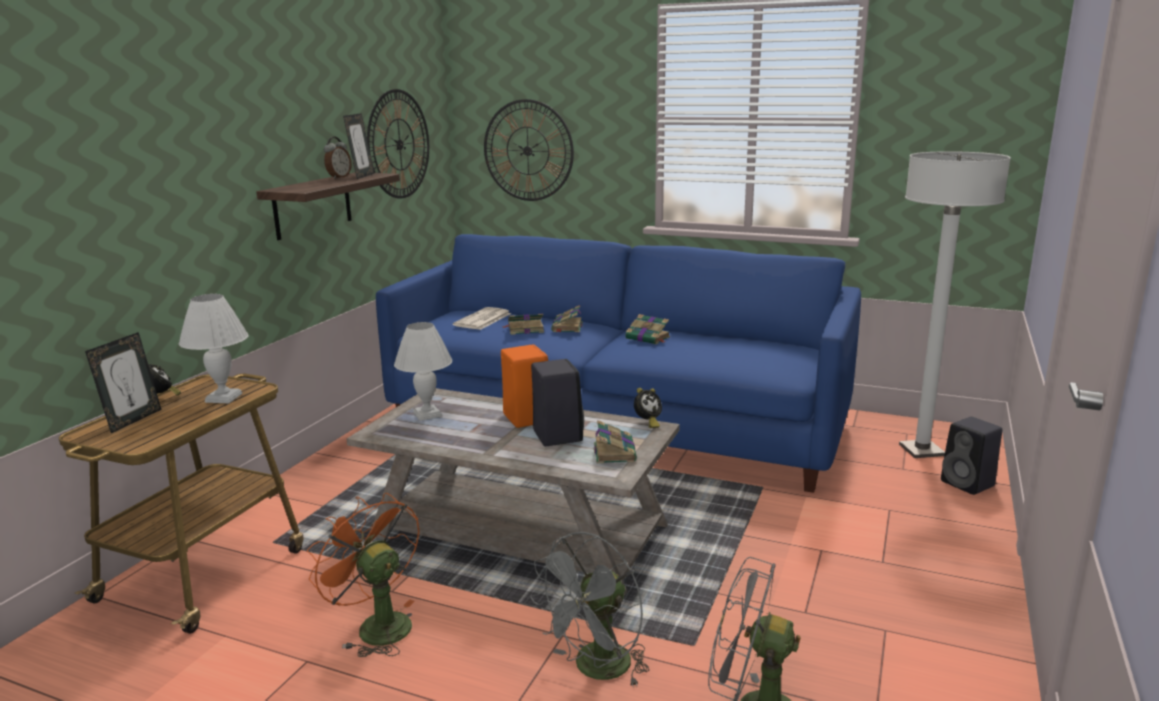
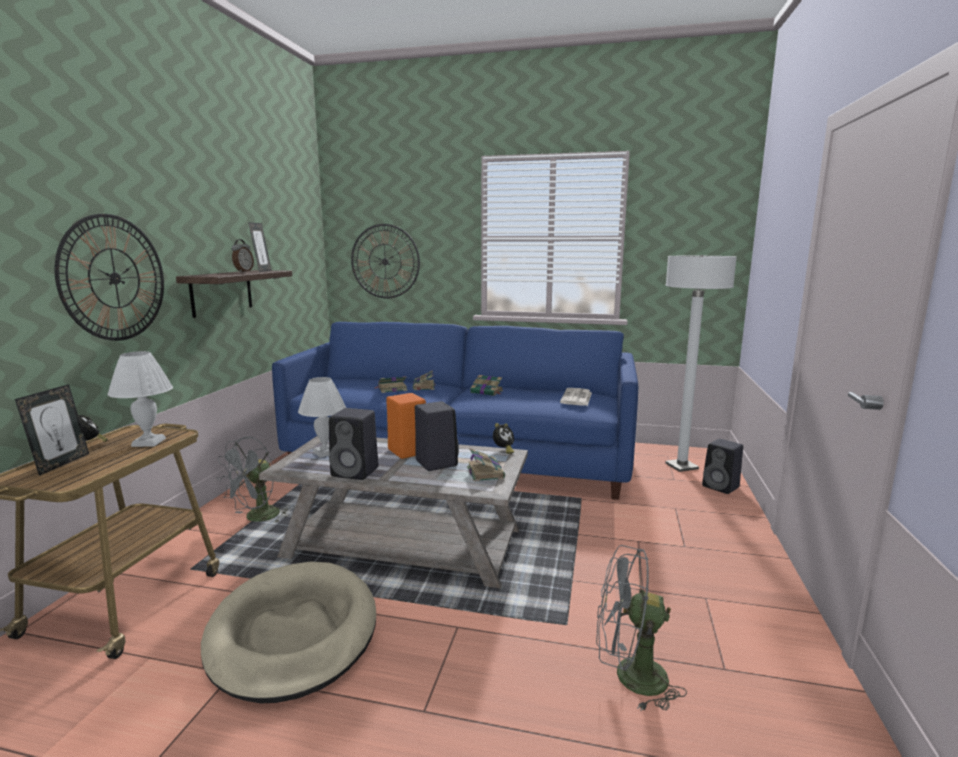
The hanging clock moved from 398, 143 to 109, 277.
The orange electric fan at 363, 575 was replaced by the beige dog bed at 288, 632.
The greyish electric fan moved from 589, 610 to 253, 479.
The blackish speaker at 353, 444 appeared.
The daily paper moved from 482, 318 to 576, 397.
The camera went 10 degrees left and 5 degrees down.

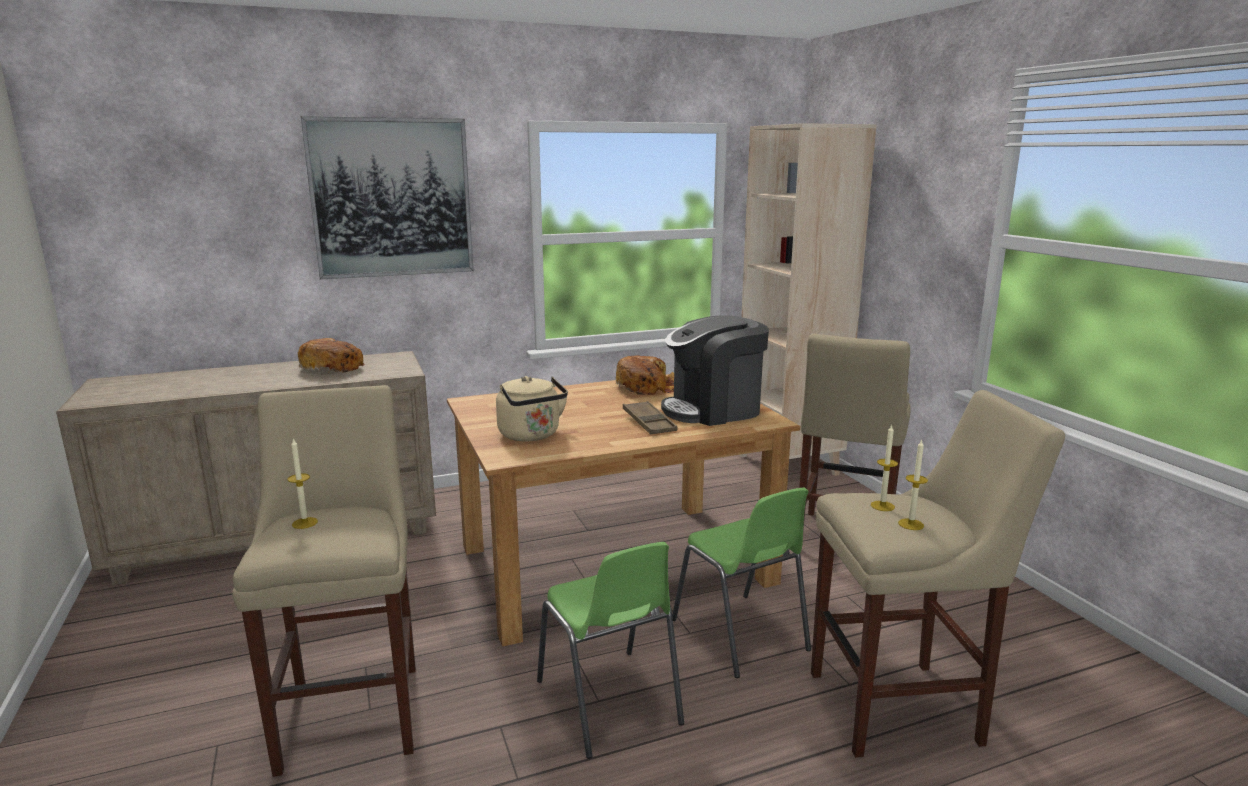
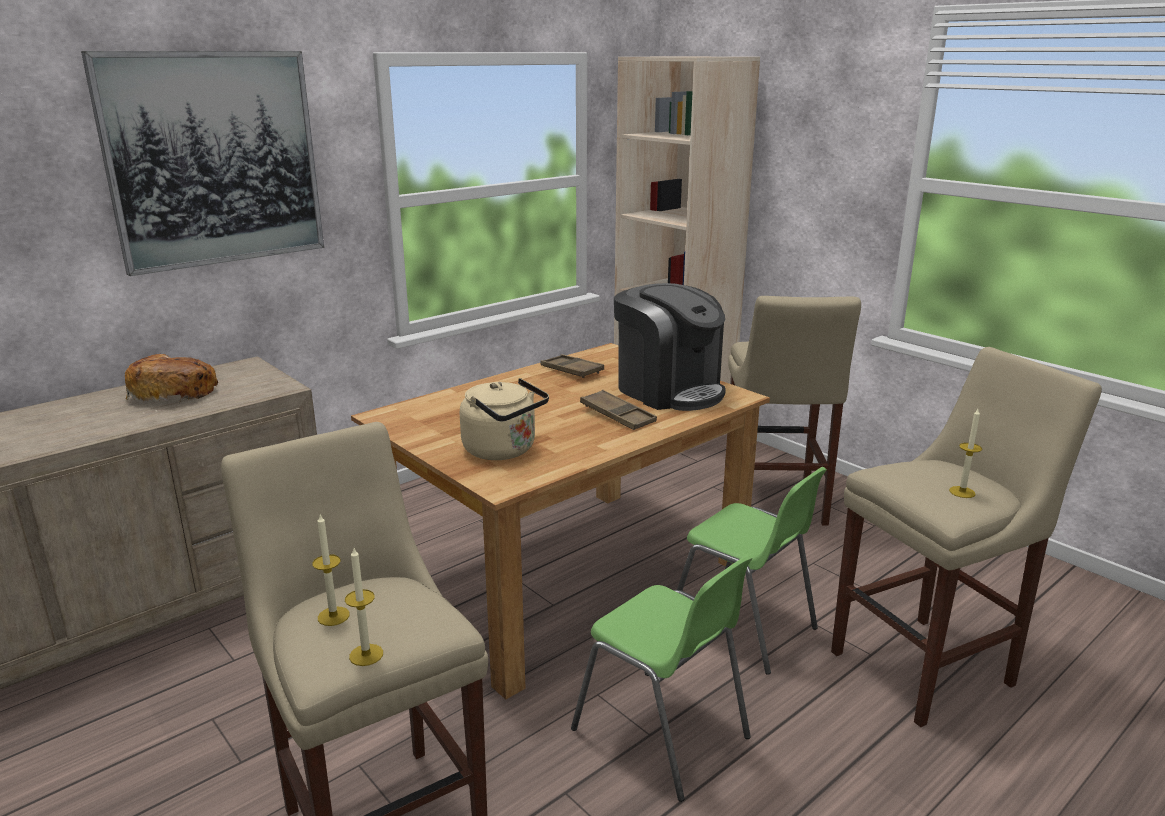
The candle moved from 884, 468 to 364, 607.
The baked bread at 645, 375 was replaced by the brown tray at 572, 366.
The coffee machine at 715, 370 turned 90 degrees counterclockwise.
The camera went 20 degrees left and 5 degrees up.

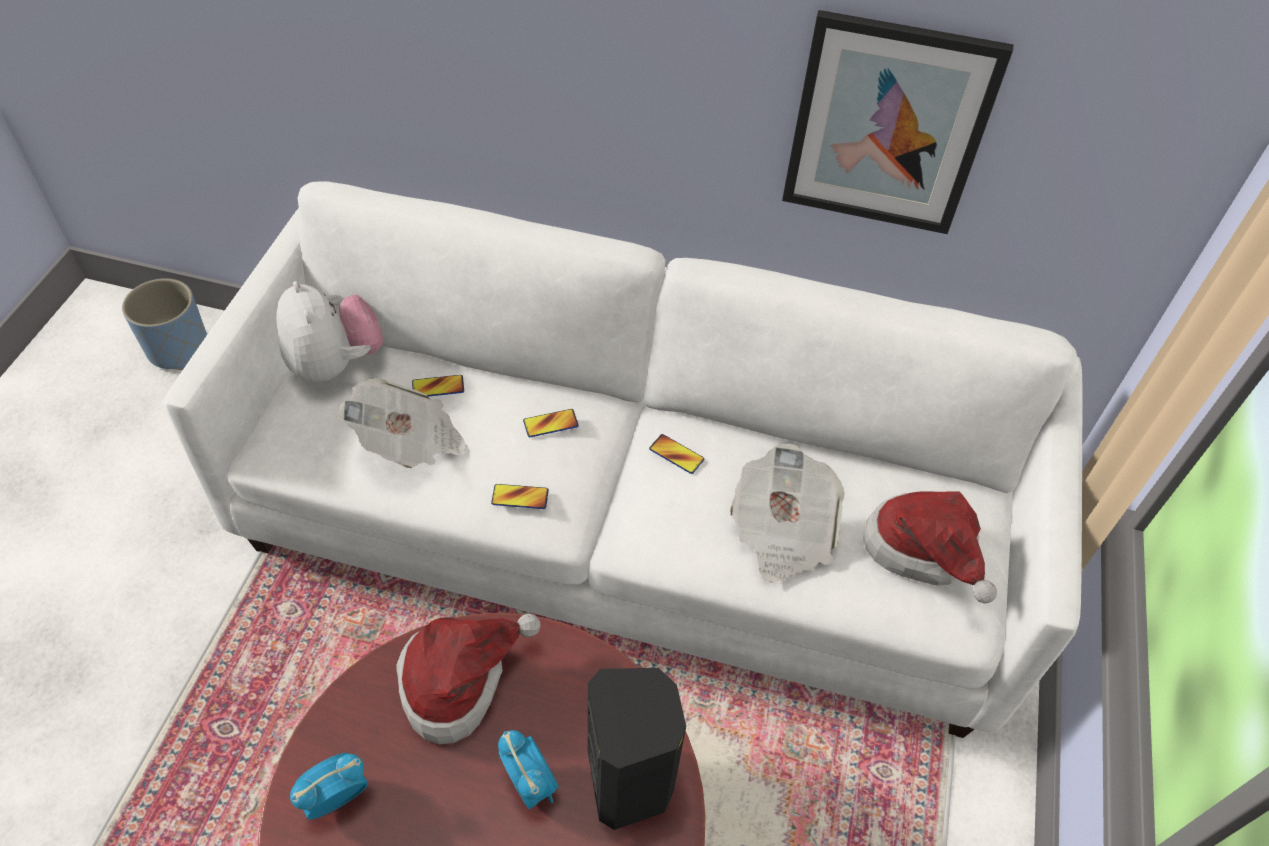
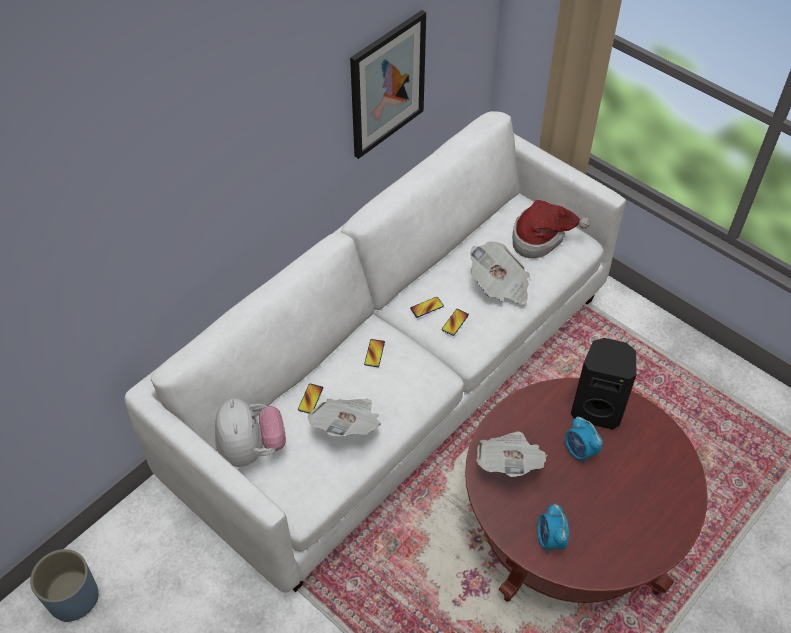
The cuddly toy at 329, 331 turned 75 degrees clockwise.
The phone moved from 520, 496 to 455, 322.
The hat at 468, 679 was replaced by the daily paper at 512, 454.
The bedside clock at 528, 769 turned 120 degrees counterclockwise.
The camera went 60 degrees left and 0 degrees up.

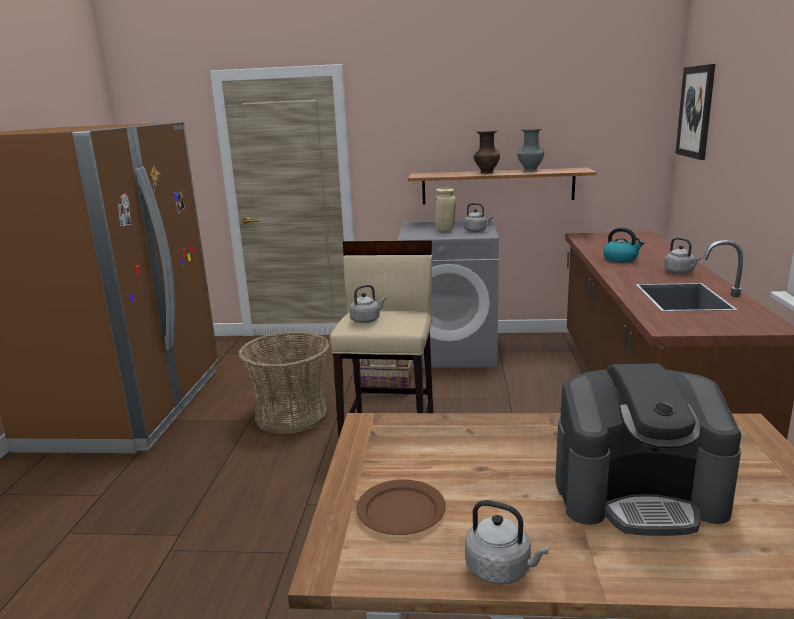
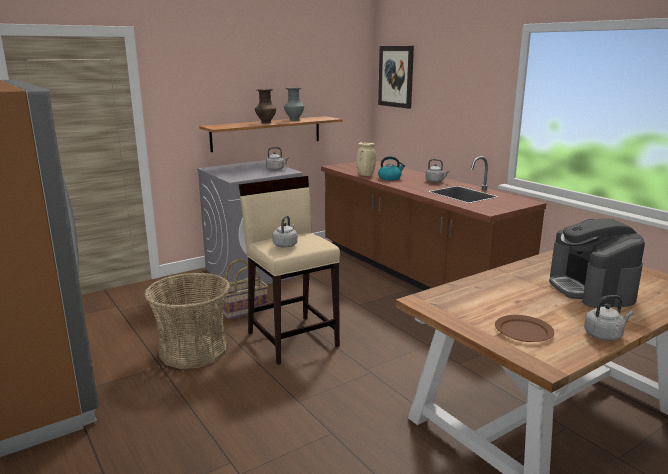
The beige decorative vase moved from 445, 210 to 366, 159.
The coffee machine at 648, 450 turned 120 degrees clockwise.
The camera went 40 degrees left and 0 degrees up.

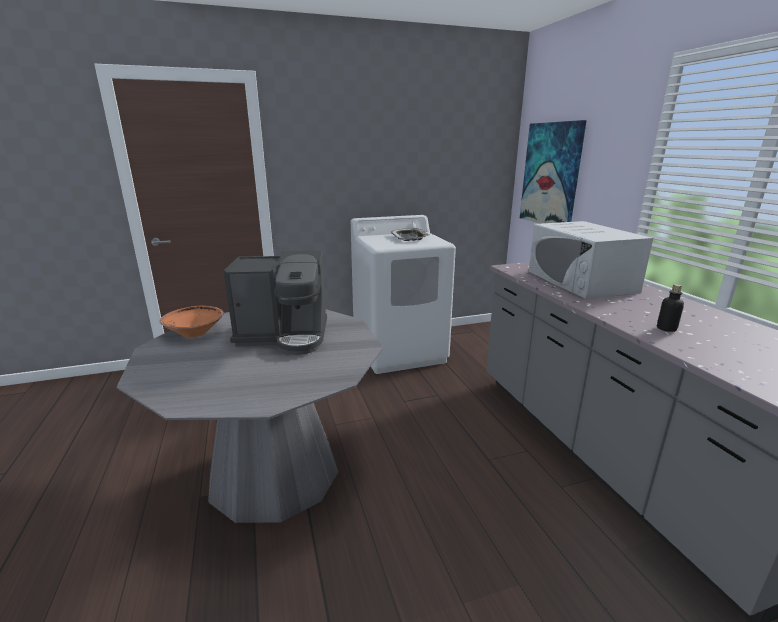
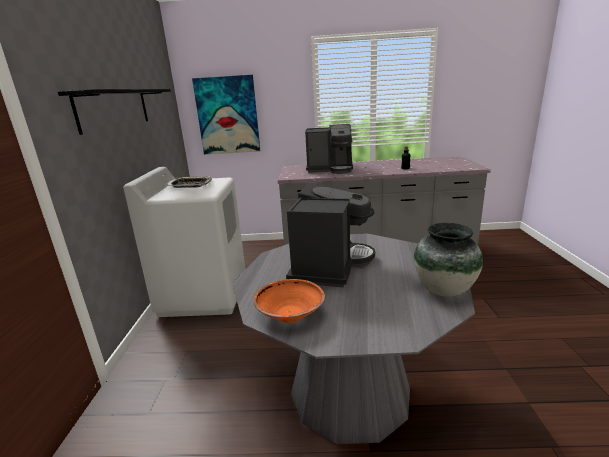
The blackish shelf at 114, 112 appeared.
The whitish microwave at 591, 260 was replaced by the coffee machine at 329, 149.
The decorative vase at 448, 260 appeared.
The camera went 70 degrees left and 0 degrees up.

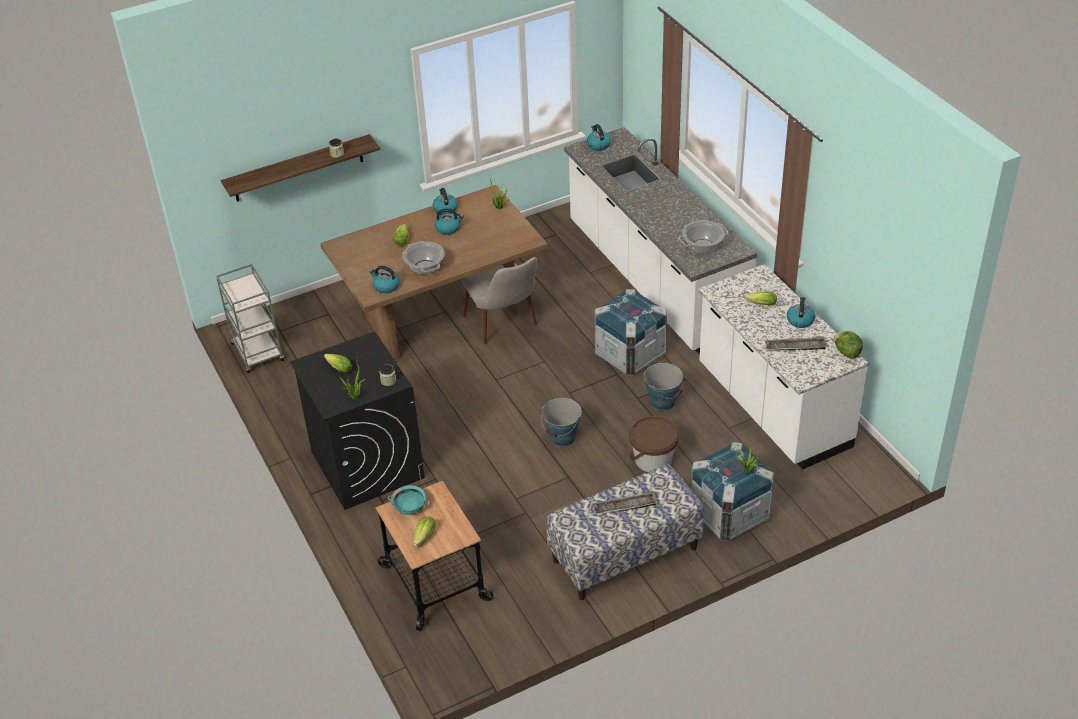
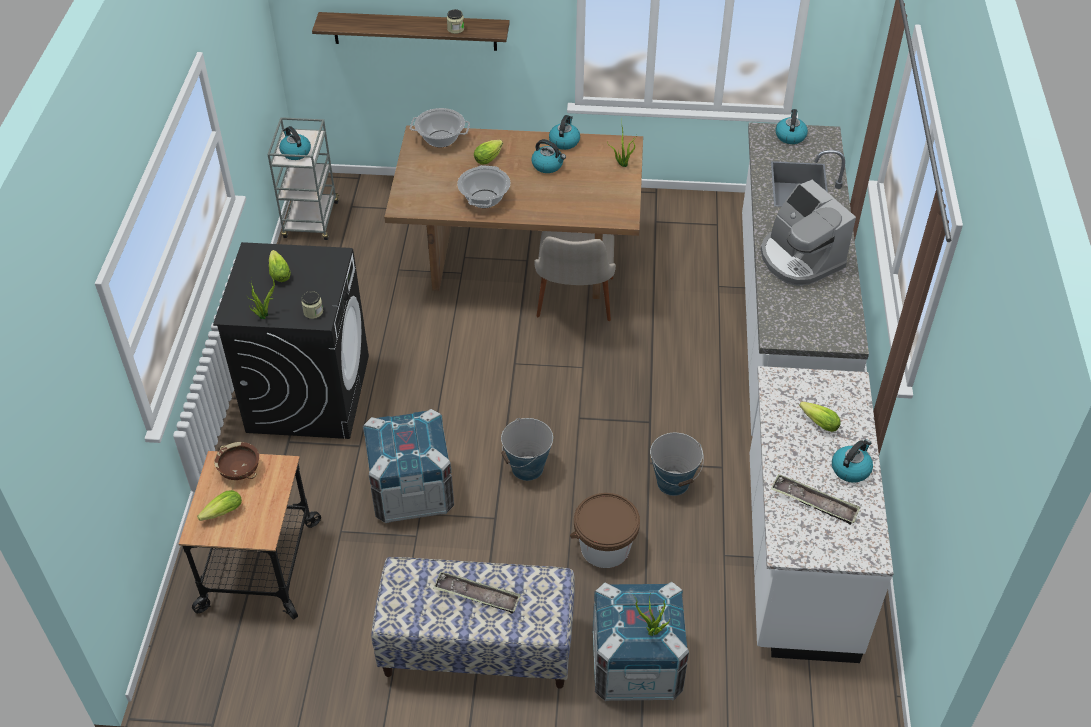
The turquoise serving bowl at 409, 500 became the brown serving bowl at 236, 461.
The water kettle moved from 385, 279 to 295, 143.
The shipping crate moved from 630, 332 to 408, 466.
The stockpot moved from 703, 236 to 440, 127.
The coffee machine at 808, 233 appeared.
The head of lettuce at 848, 345 disappeared.
The camera went 30 degrees right and 5 degrees up.

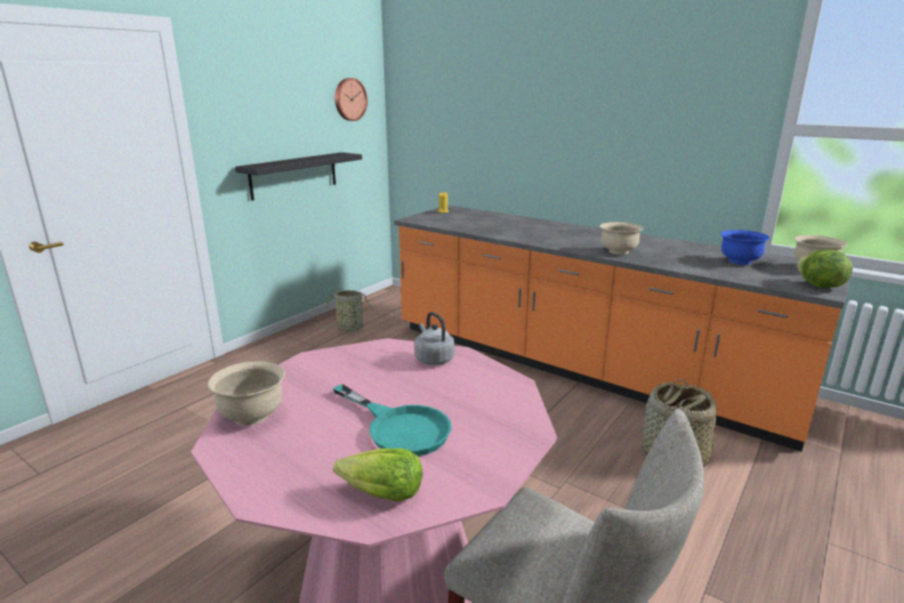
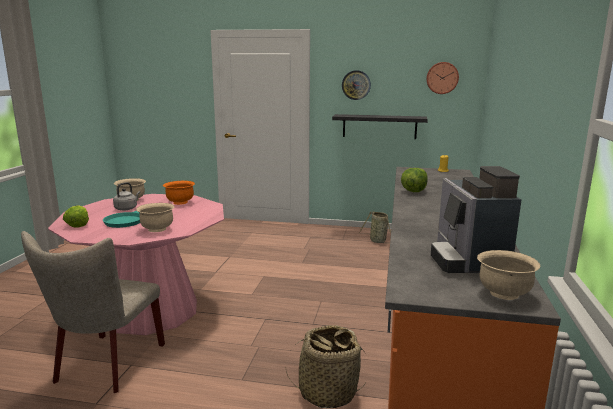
The greyish water kettle moved from 435, 338 to 126, 196.
The beige serving bowl moved from 621, 238 to 155, 217.
The orange serving bowl at 179, 193 appeared.
The hanging clock at 356, 85 appeared.
The head of lettuce moved from 824, 268 to 414, 180.
The bluish serving bowl at 745, 247 was replaced by the coffee machine at 476, 219.
The camera went 65 degrees right and 5 degrees down.

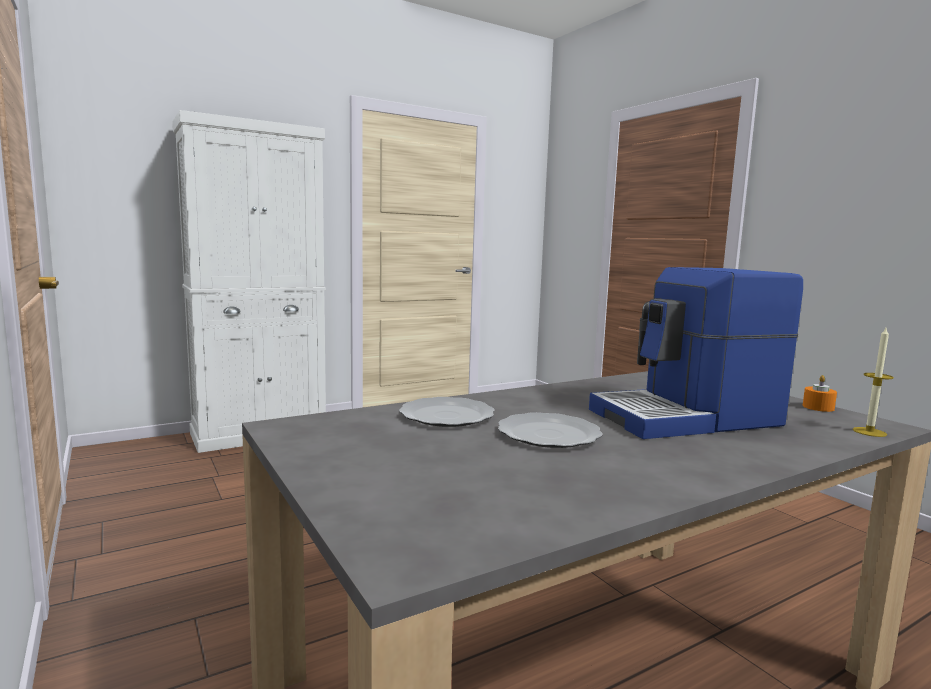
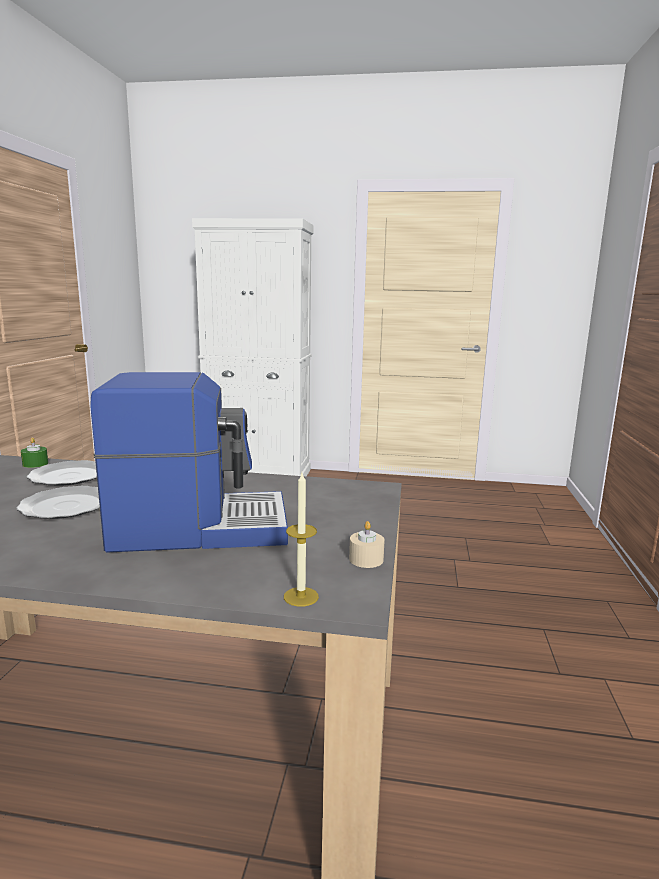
The green candle at 34, 452 appeared.
The coffee machine at 696, 353 turned 150 degrees clockwise.
The orange candle at 820, 393 became the beige candle at 367, 544.
The camera went 40 degrees right and 5 degrees up.

